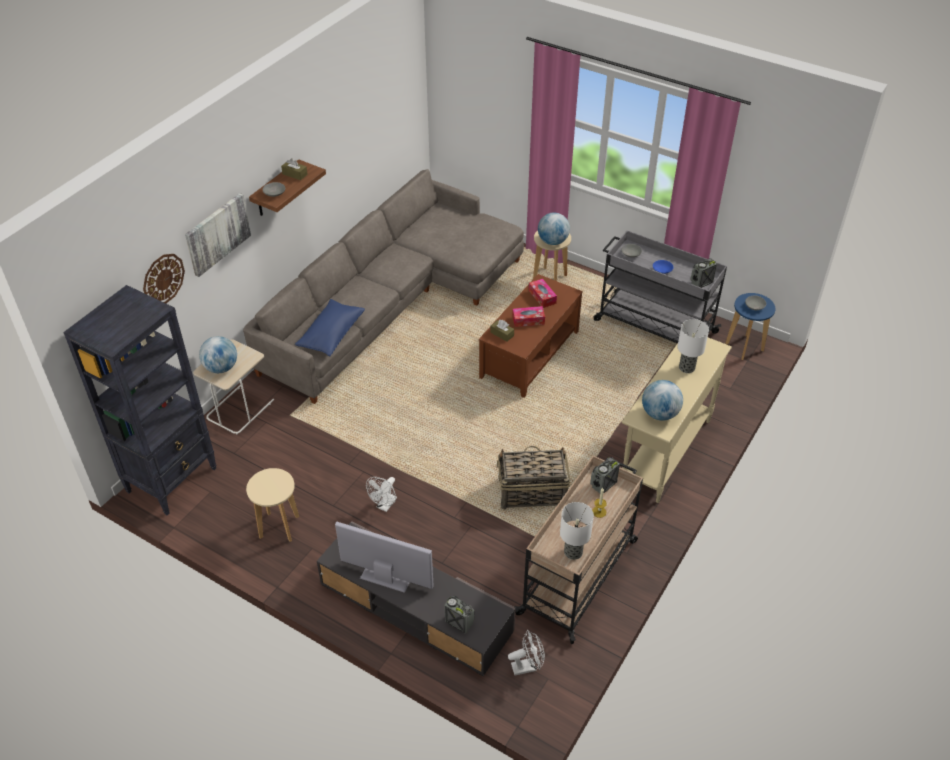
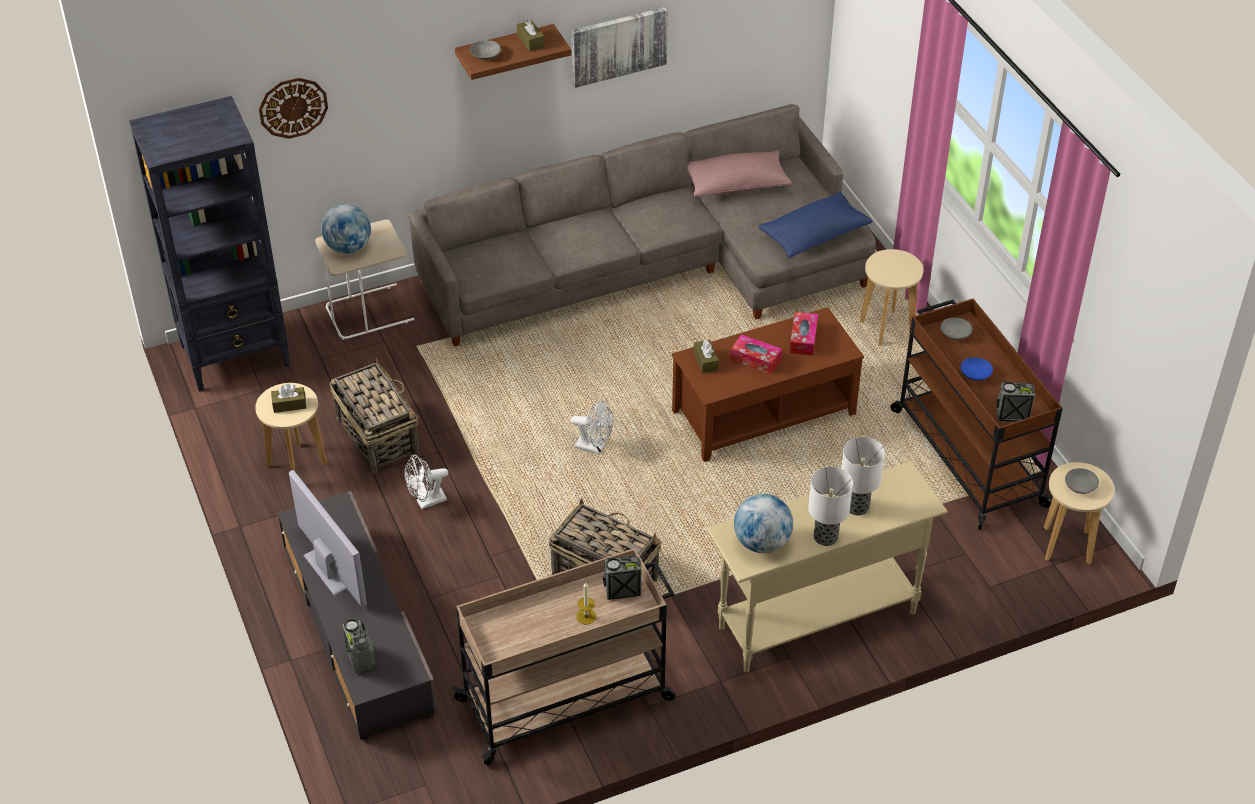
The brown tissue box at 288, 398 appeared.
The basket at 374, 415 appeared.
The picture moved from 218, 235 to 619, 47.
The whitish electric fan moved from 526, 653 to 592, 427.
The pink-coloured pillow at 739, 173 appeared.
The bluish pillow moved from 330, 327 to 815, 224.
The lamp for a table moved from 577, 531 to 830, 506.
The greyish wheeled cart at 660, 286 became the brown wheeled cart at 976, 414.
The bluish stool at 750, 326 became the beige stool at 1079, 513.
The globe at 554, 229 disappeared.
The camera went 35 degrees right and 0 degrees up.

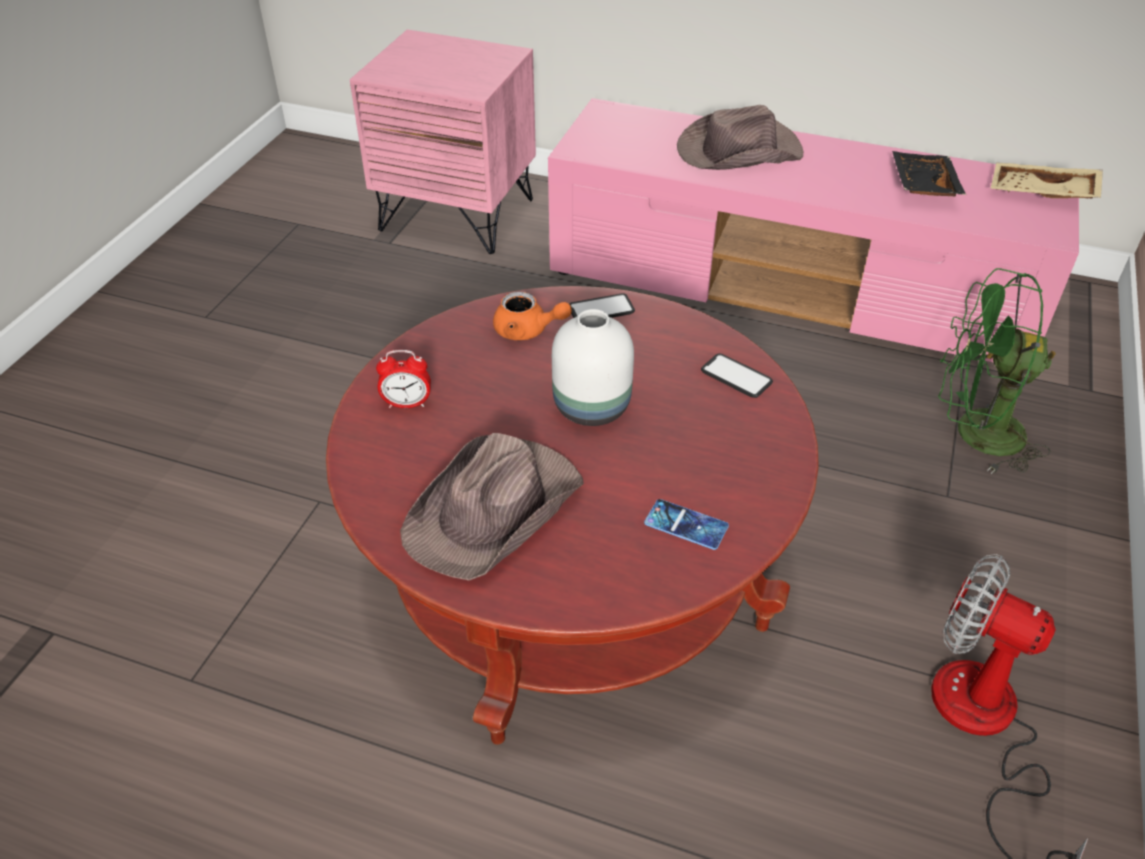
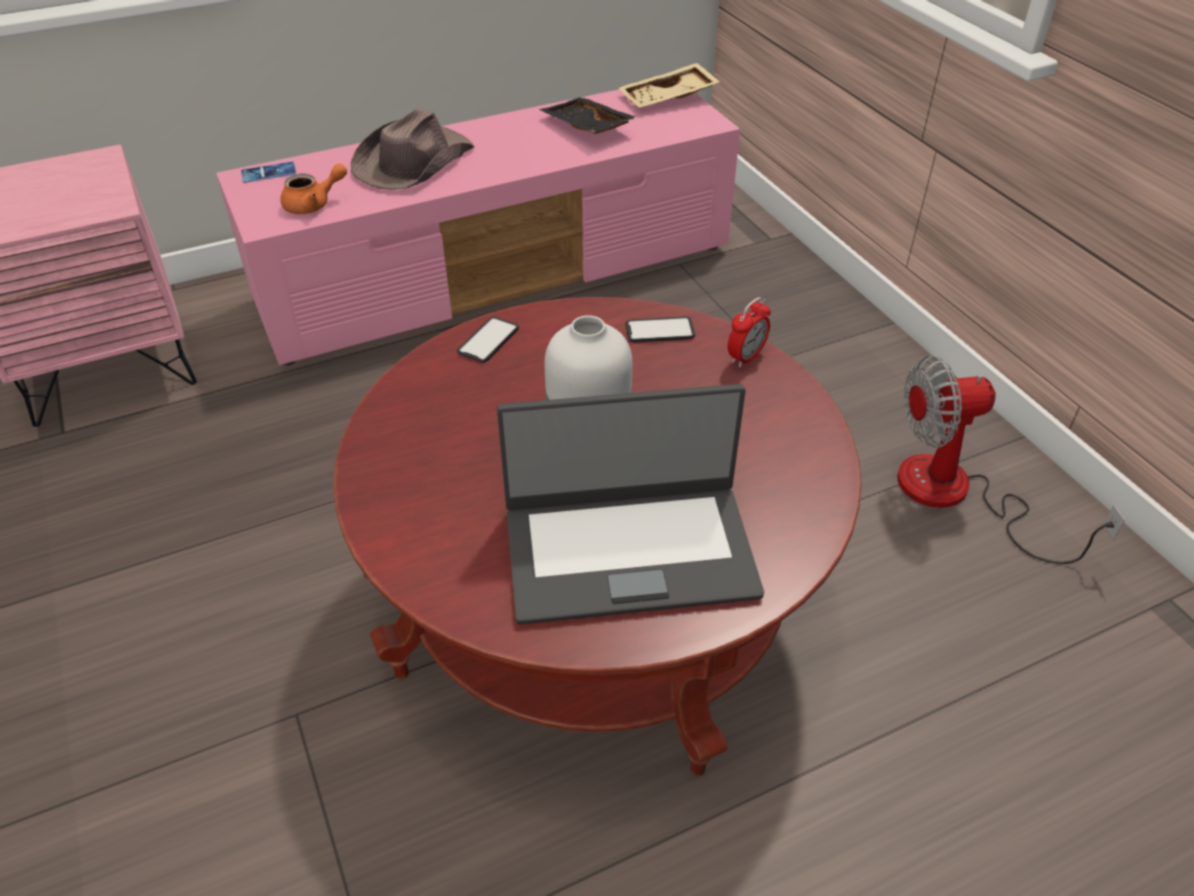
The phone moved from 686, 524 to 268, 172.
The orange teapot moved from 532, 315 to 313, 188.
The brown hat at 492, 506 was replaced by the notebook computer at 630, 504.
The bedside clock moved from 403, 379 to 749, 332.
The green electric fan at 997, 371 disappeared.
The camera went 45 degrees left and 0 degrees up.

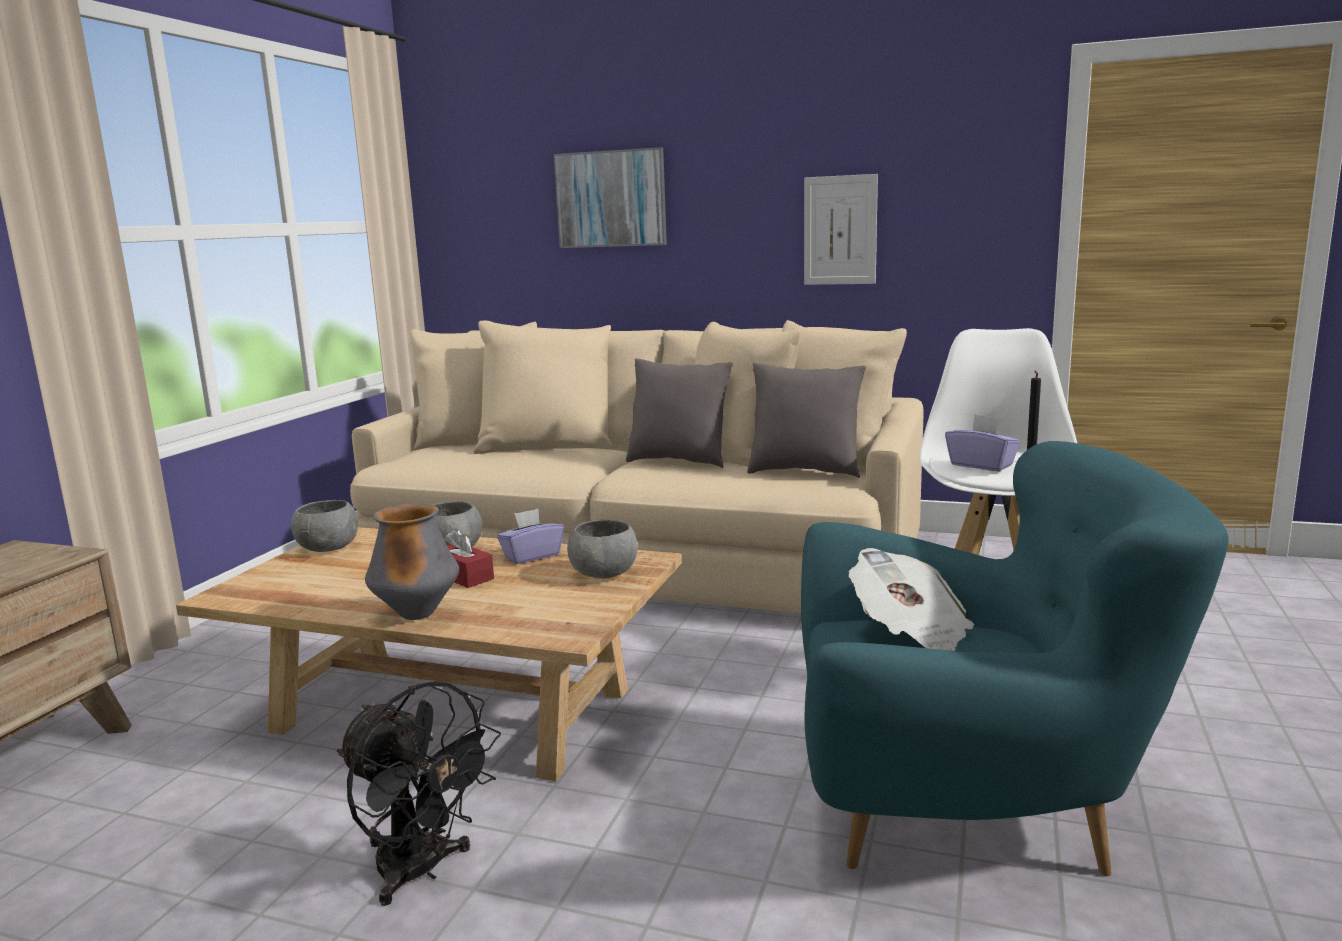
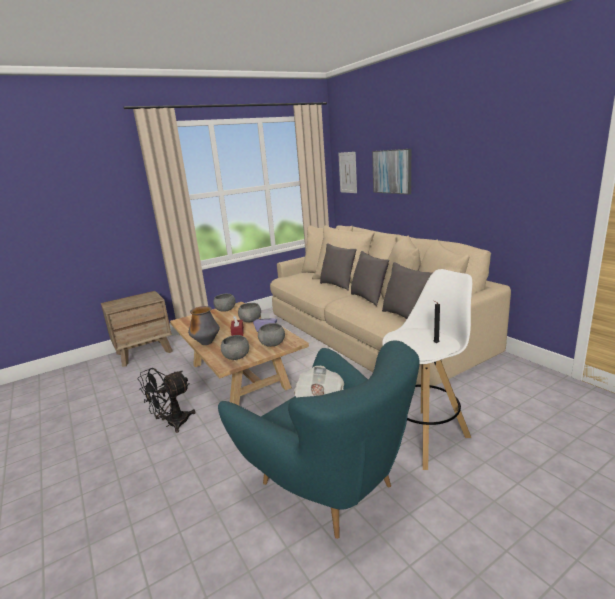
The blackish electric fan at 419, 793 turned 60 degrees clockwise.
The greyish serving bowl at 235, 347 appeared.
The greyish pillow at 338, 267 appeared.
The picture moved from 841, 229 to 347, 172.
The purple-coloured tissue box at 983, 442 disappeared.
The camera went 40 degrees right and 5 degrees up.

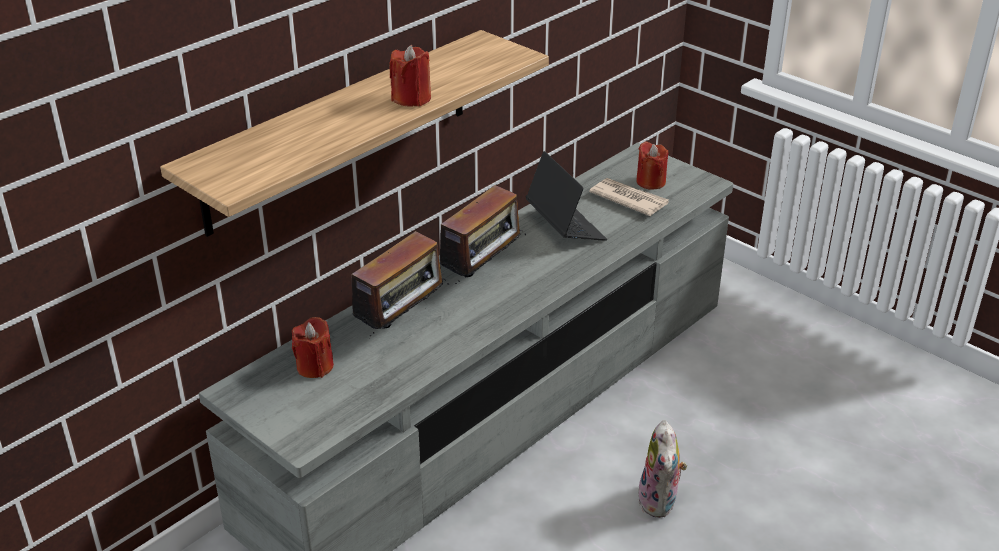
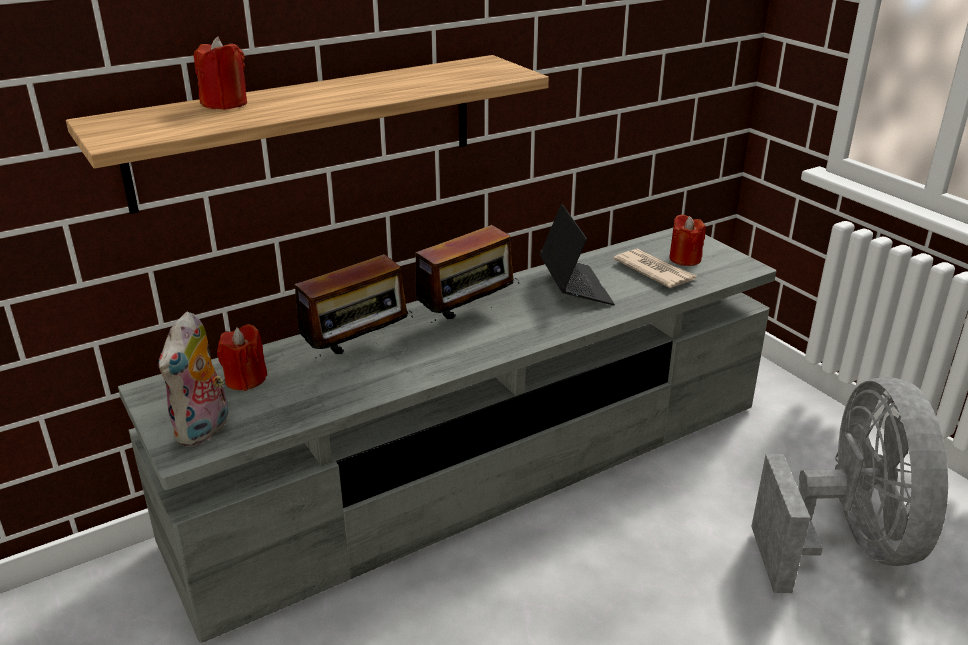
The cuddly toy moved from 662, 469 to 193, 379.
The red-coloured candle moved from 410, 76 to 220, 73.
The greyish electric fan at 849, 485 appeared.
The camera went 15 degrees right and 5 degrees down.

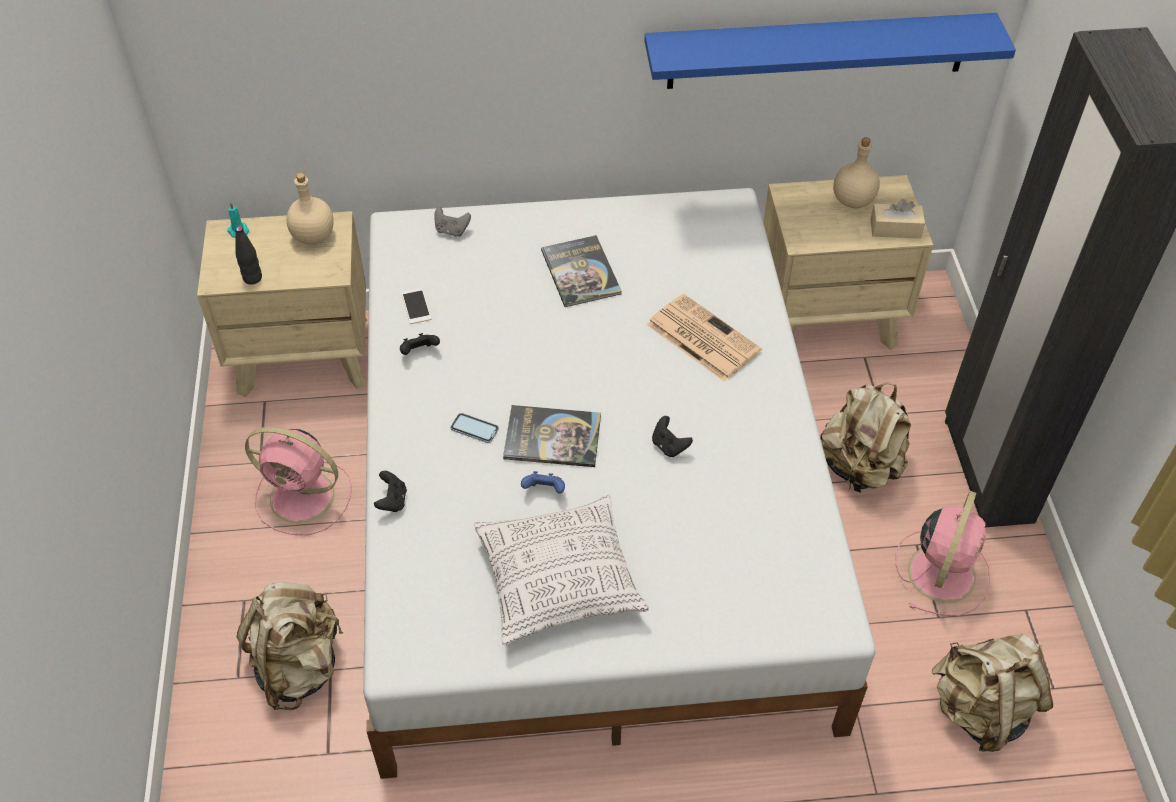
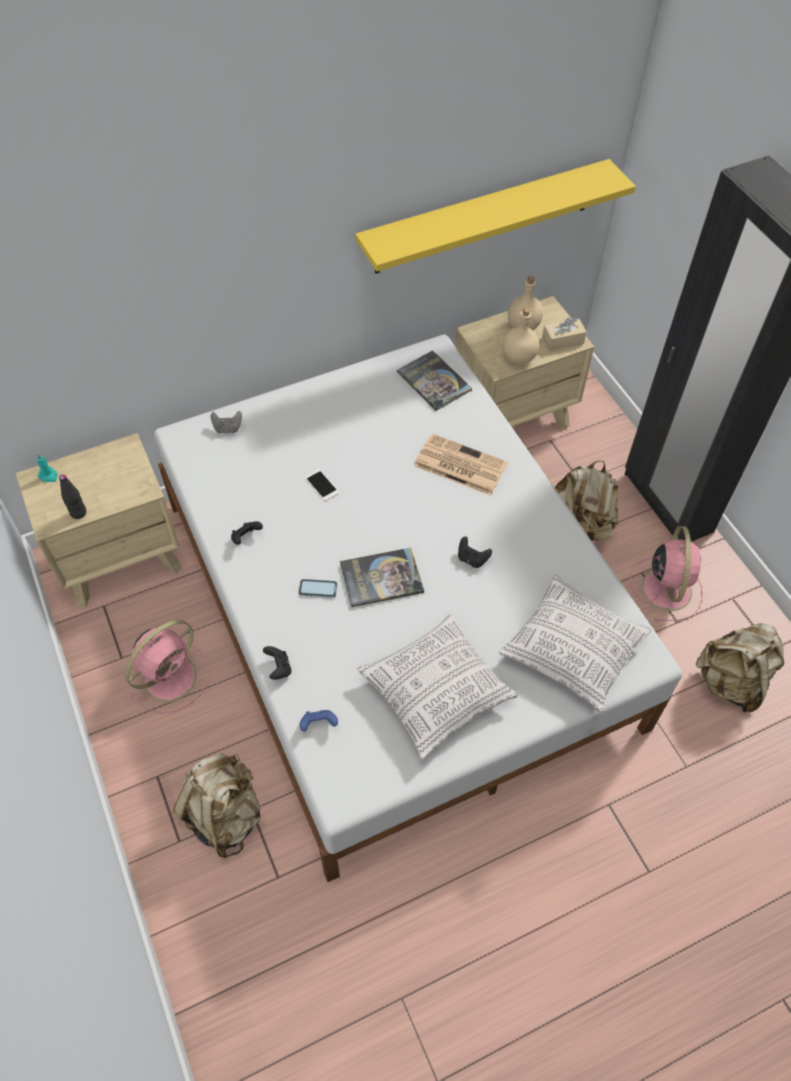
The pink-coloured electric fan at 298, 481 turned 45 degrees counterclockwise.
The bluish gamepad moved from 543, 482 to 319, 720.
The phone moved from 416, 306 to 322, 485.
The bluish shelf at 830, 51 became the yellowish shelf at 495, 216.
The volume moved from 581, 271 to 434, 380.
The pillow at 575, 644 appeared.
The beige beverage bottle moved from 310, 208 to 521, 336.
The camera went 20 degrees left and 5 degrees up.

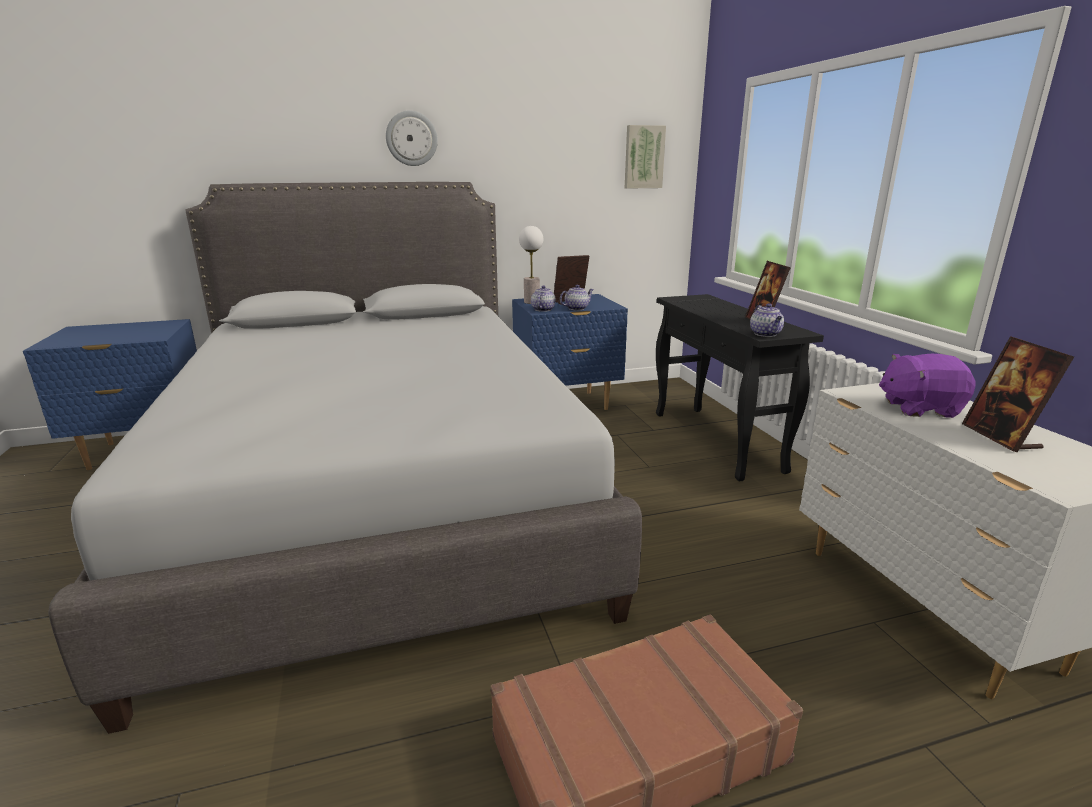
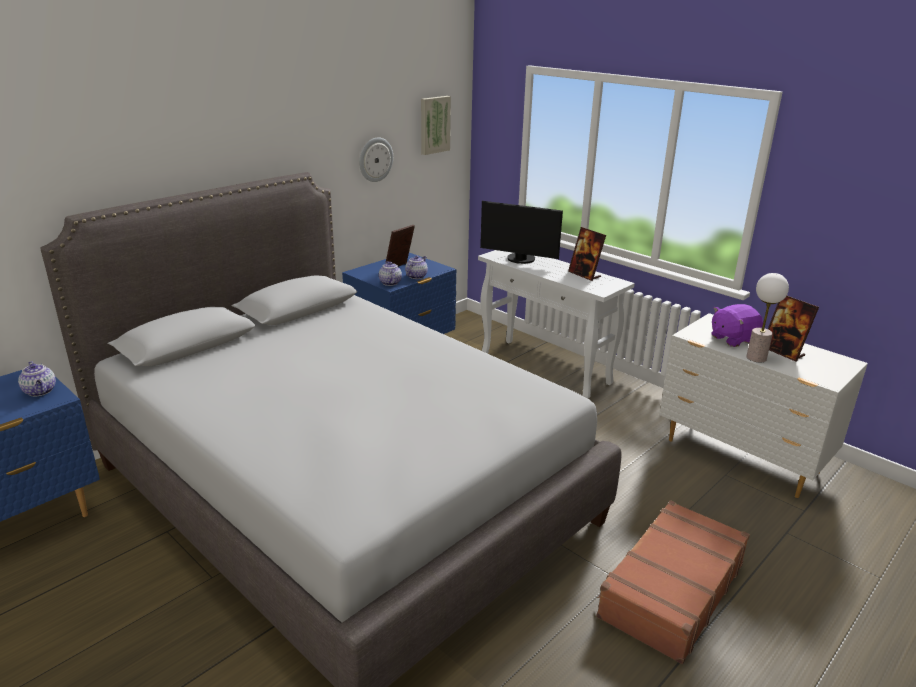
The teapot moved from 767, 320 to 37, 378.
The hanging clock moved from 412, 138 to 376, 159.
The blackish hall table at 740, 388 became the whitish hall table at 556, 324.
The computer screen at 521, 232 appeared.
The lamp for a table moved from 531, 265 to 768, 317.
The camera went 30 degrees left and 5 degrees up.

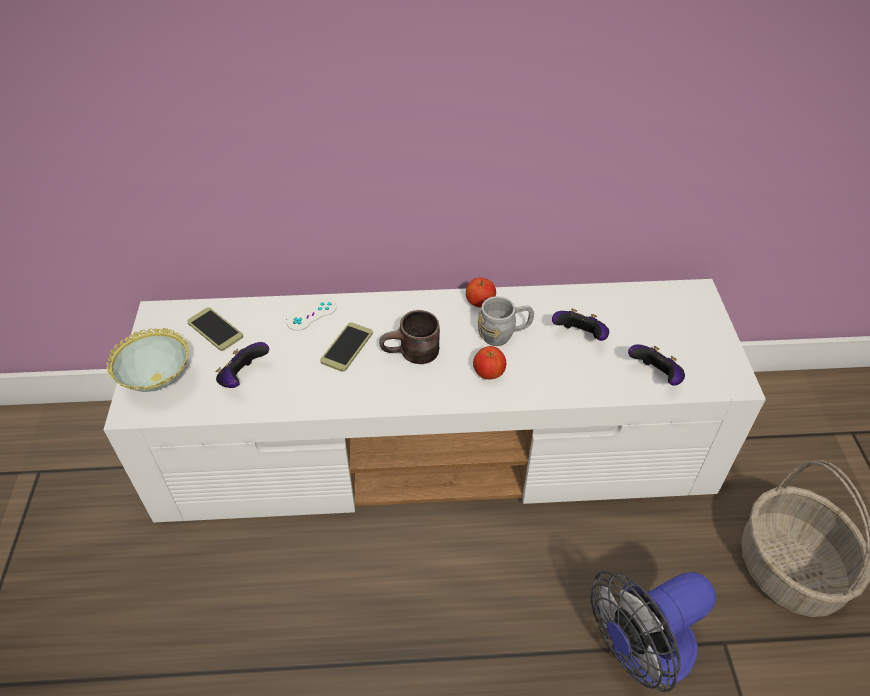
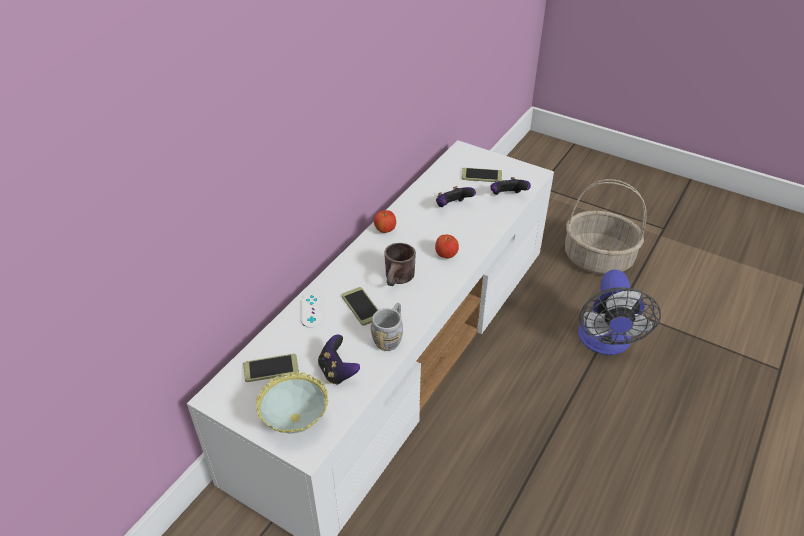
The greyish tea mug moved from 506, 321 to 387, 327.
The phone at 482, 175 appeared.
The camera went 55 degrees left and 5 degrees down.

